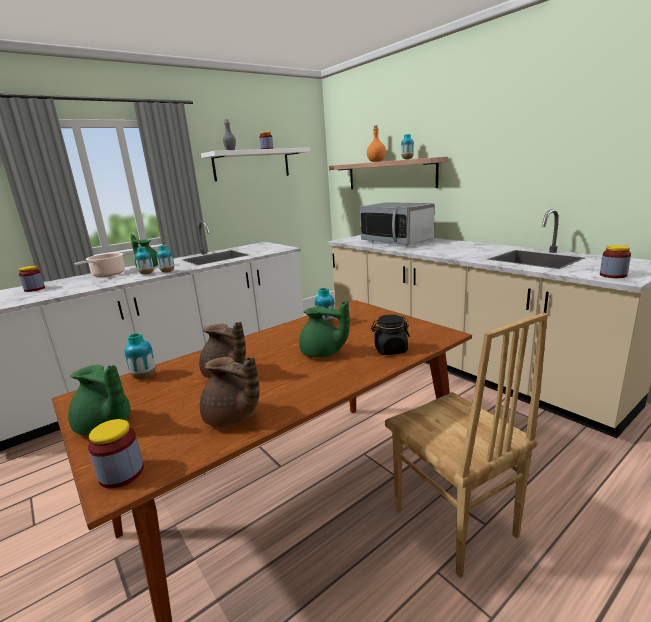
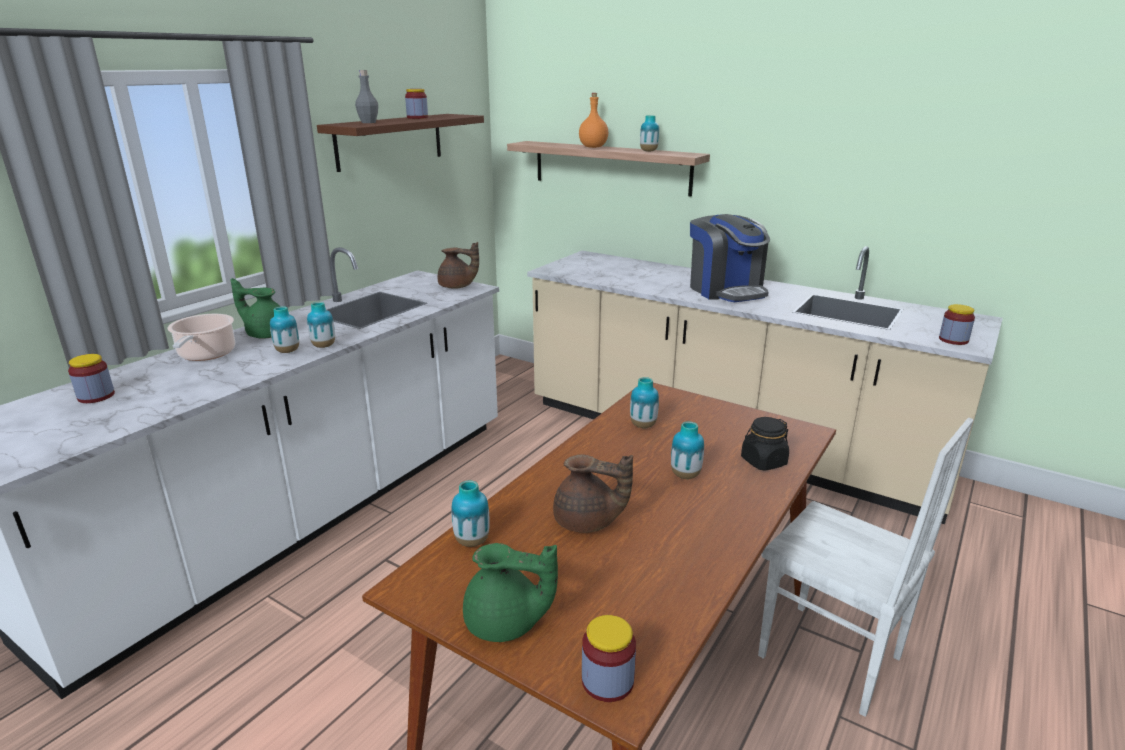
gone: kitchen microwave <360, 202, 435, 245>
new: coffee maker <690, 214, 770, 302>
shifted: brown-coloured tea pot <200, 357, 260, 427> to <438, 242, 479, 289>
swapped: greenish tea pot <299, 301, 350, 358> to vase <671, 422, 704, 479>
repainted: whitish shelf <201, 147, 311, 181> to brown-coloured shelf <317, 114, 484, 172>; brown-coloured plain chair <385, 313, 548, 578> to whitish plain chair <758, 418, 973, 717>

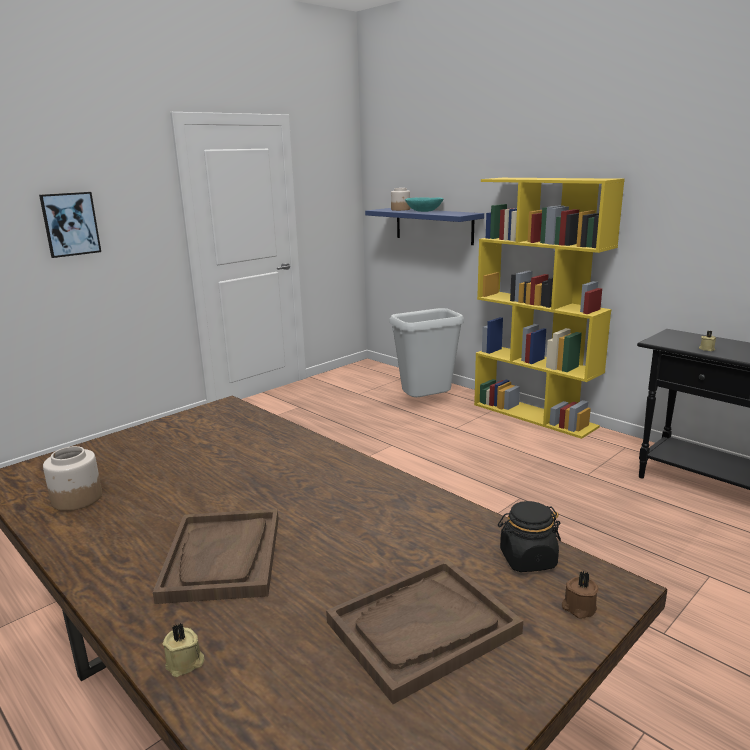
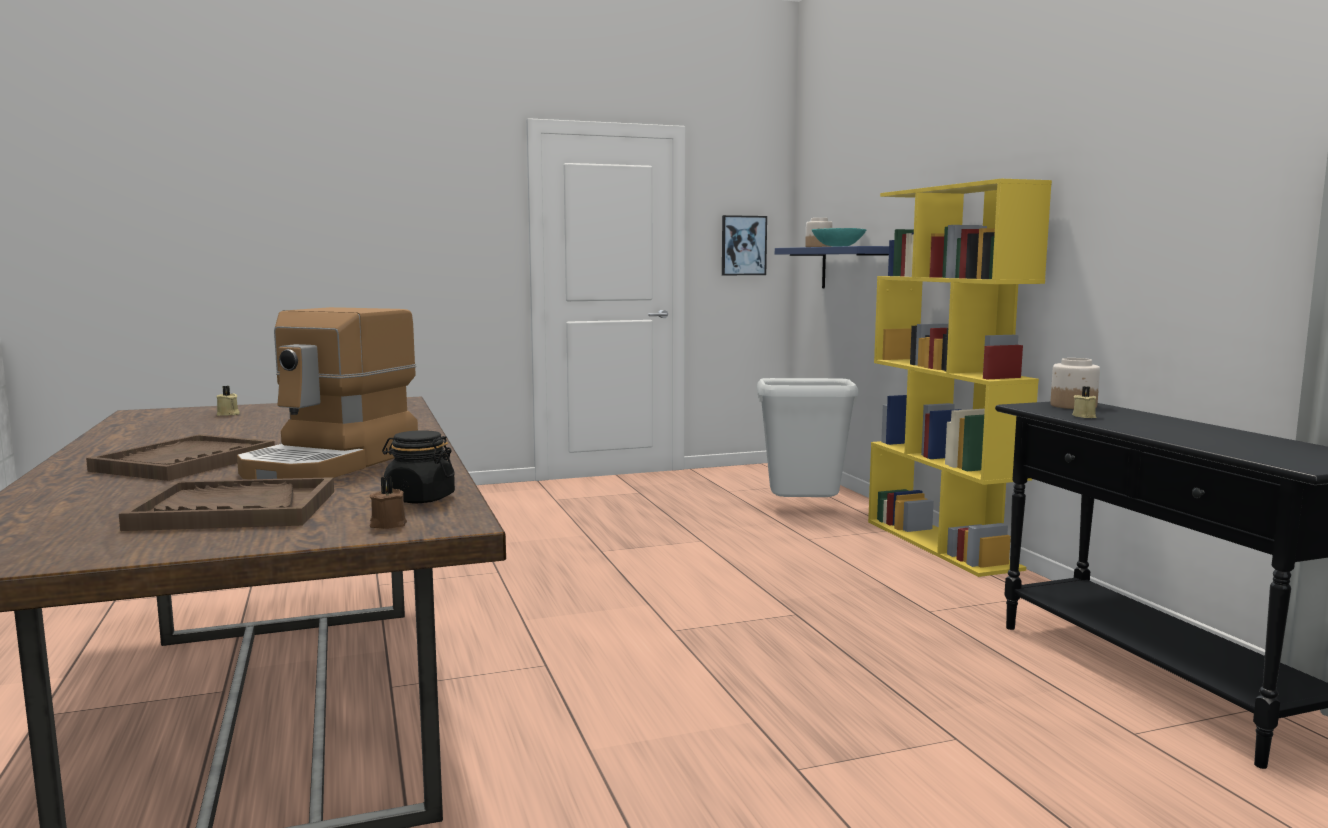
new: coffee maker <237, 307, 418, 479>
shifted: beige-coloured candle <163, 623, 205, 677> to <217, 386, 240, 416>; wall picture <39, 192, 101, 258> to <722, 215, 767, 275>; storage jar <43, 446, 102, 511> to <1050, 358, 1100, 409>

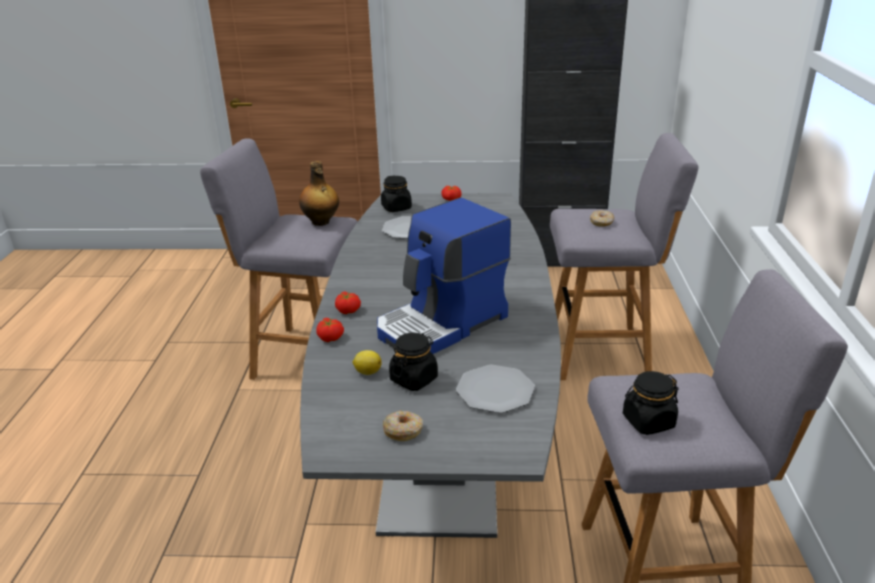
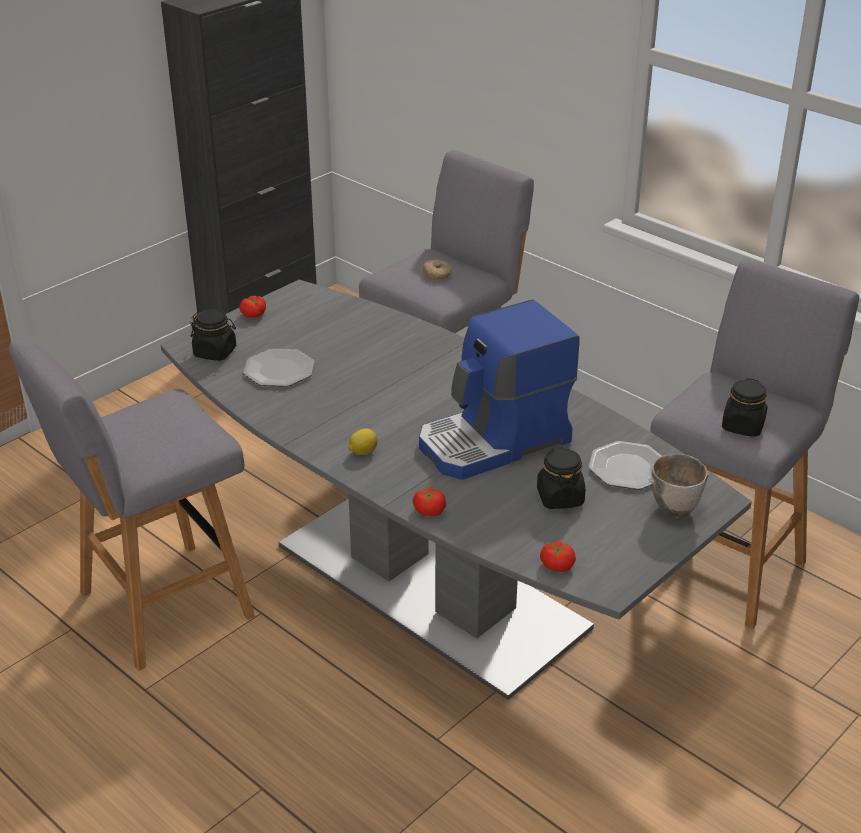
gone: bottle <299, 161, 339, 226>; doughnut <383, 411, 423, 441>
new: bowl <648, 454, 710, 518>
shifted: whole lemon <352, 350, 382, 375> to <349, 428, 378, 455>; whole tomato <335, 292, 361, 314> to <540, 541, 576, 572>
rotated: coffee maker <377, 198, 511, 354> = <419, 300, 580, 480> 60 degrees clockwise

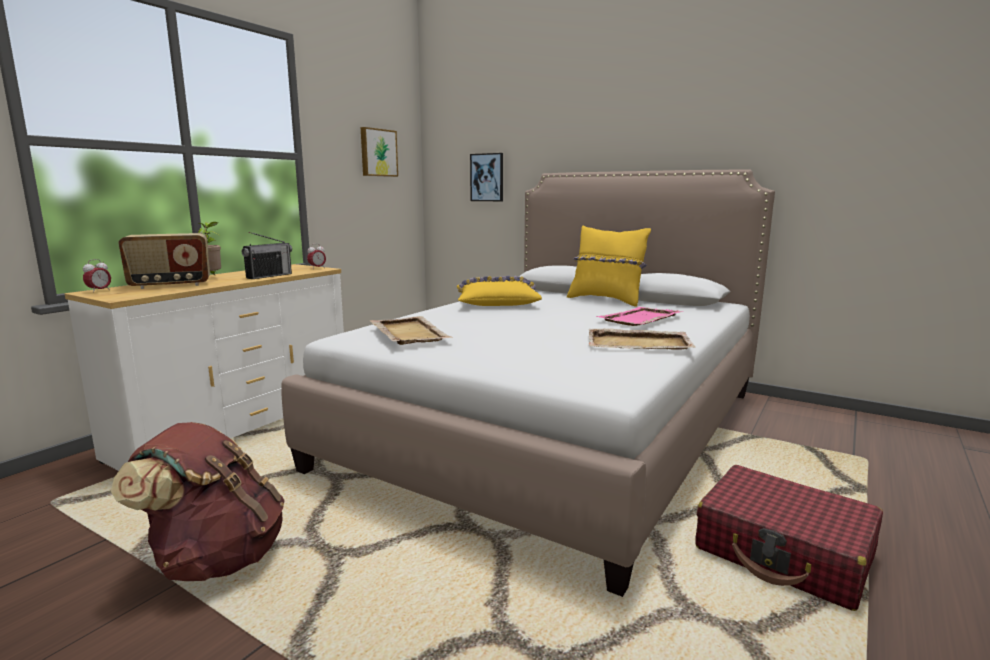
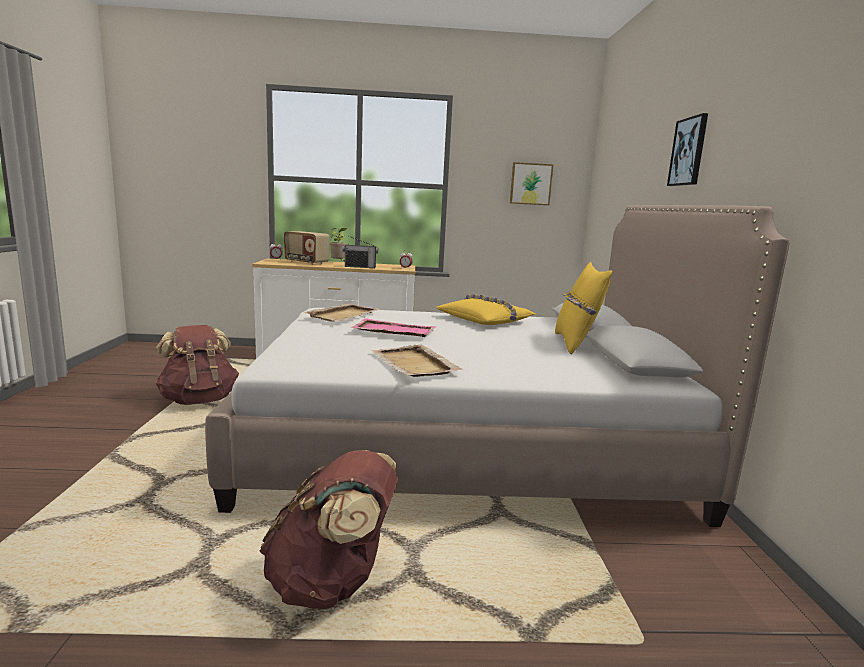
shifted: pink-coloured carrying tray <596, 307, 683, 326> to <351, 318, 437, 337>; wall picture <470, 153, 503, 201> to <667, 113, 708, 186>
swapped: reddish piece of luggage <695, 465, 883, 611> to brown-coloured backpack <259, 450, 398, 609>

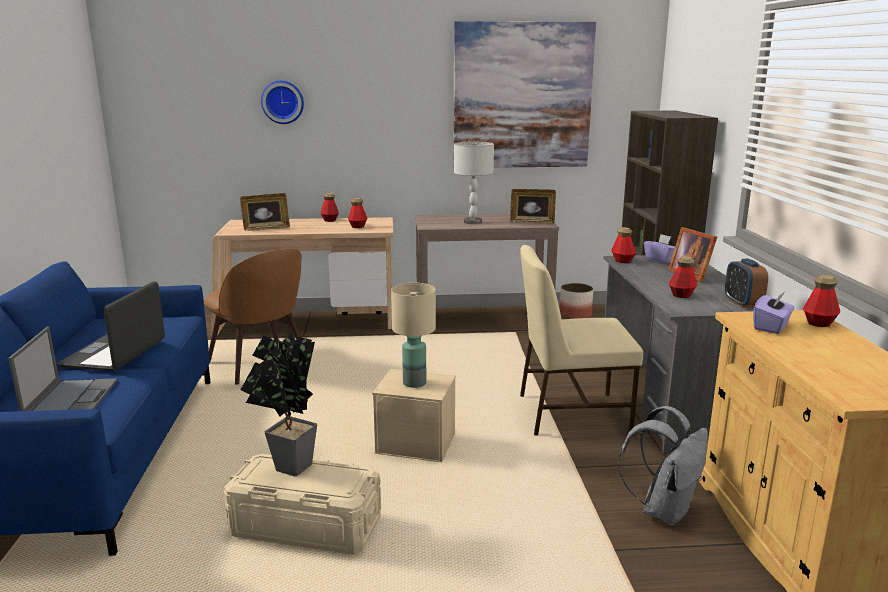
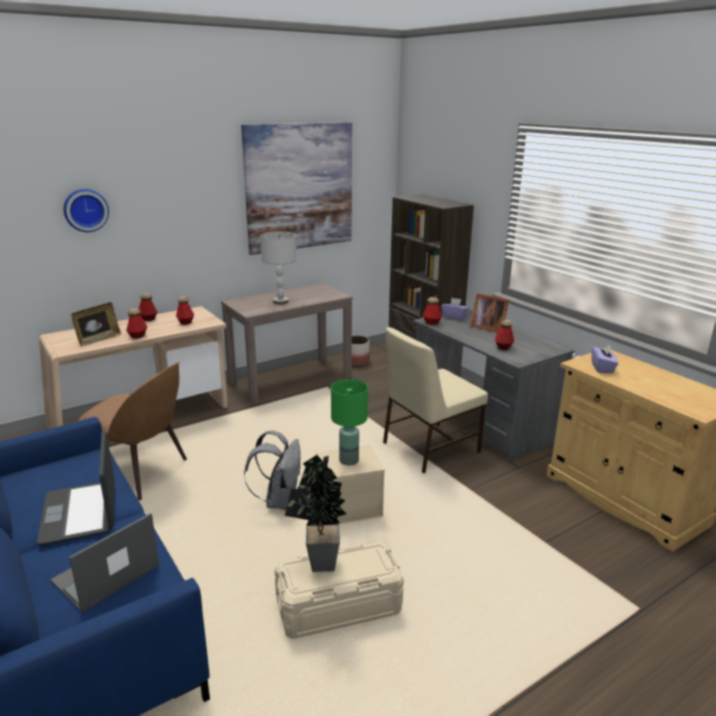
gone: photo frame <510, 189, 556, 224>; alarm clock <725, 259, 768, 308>
shifted: bottle <803, 275, 840, 327> to <126, 308, 147, 339>; grey backpack <618, 406, 708, 525> to <244, 430, 301, 510>
repainted: beige-coloured tabletop lamp <391, 283, 436, 388> to greenish tabletop lamp <331, 379, 368, 465>
rotated: laptop <8, 326, 117, 411> = <50, 513, 159, 613> 105 degrees counterclockwise

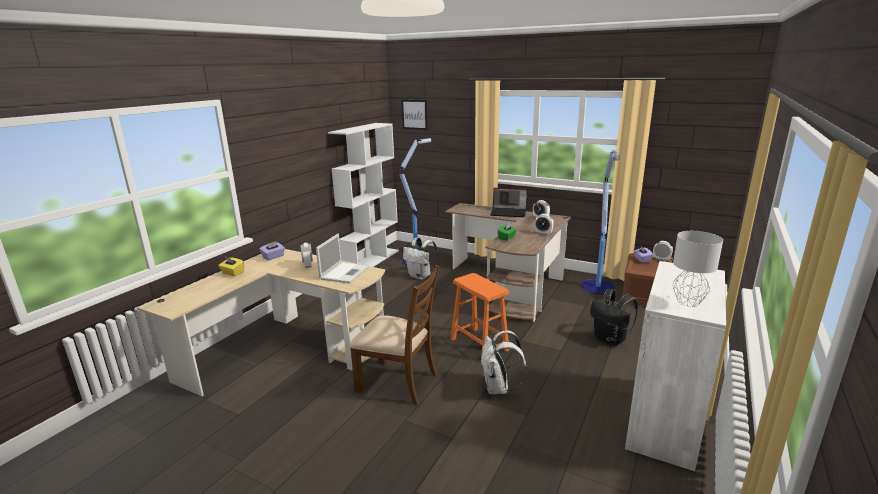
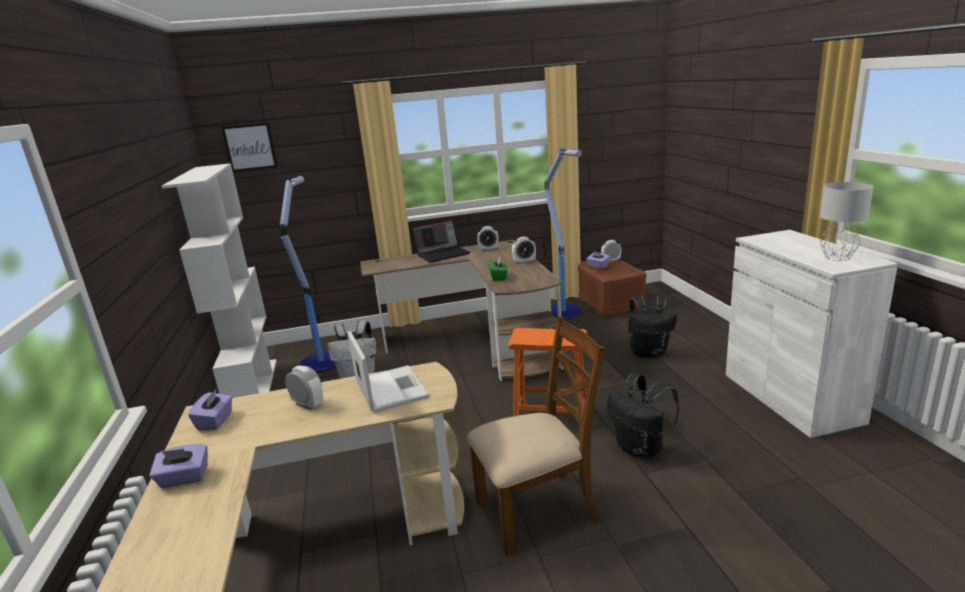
repainted: yellow tissue holder <218, 257, 244, 276> to purplish tissue holder <149, 444, 208, 488>; whitish backpack <481, 330, 527, 394> to black backpack <607, 373, 679, 460>

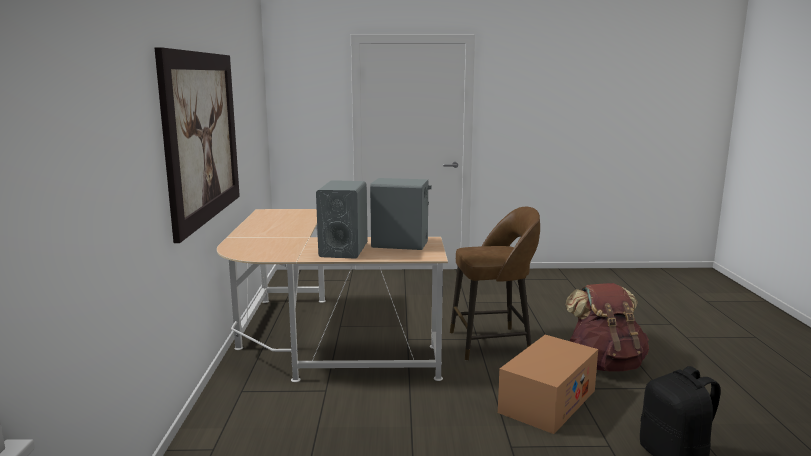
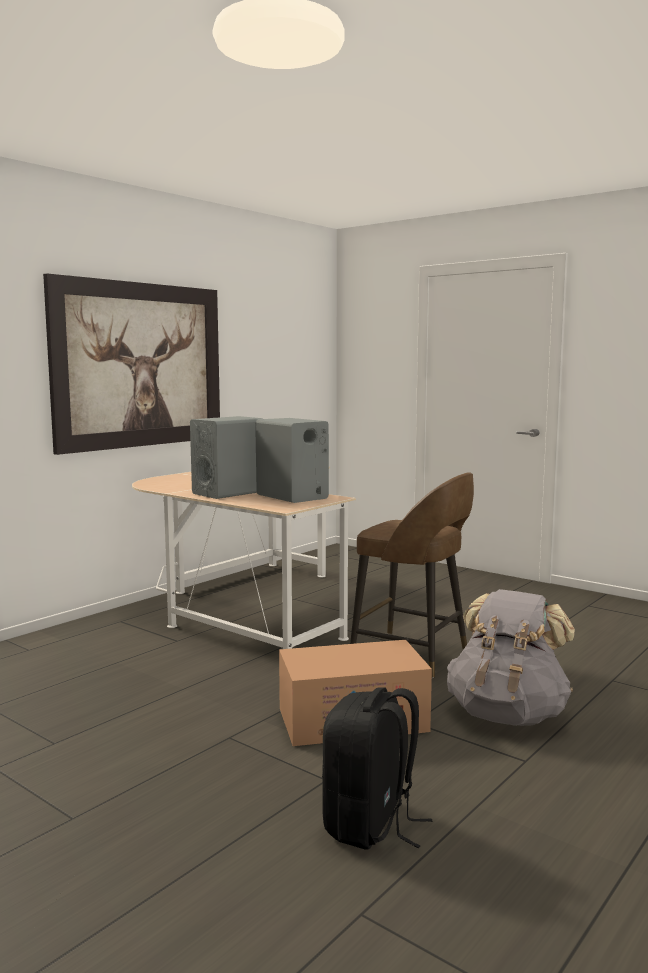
repainted: brown-coloured backpack <565, 283, 649, 372> to grey backpack <447, 589, 575, 726>

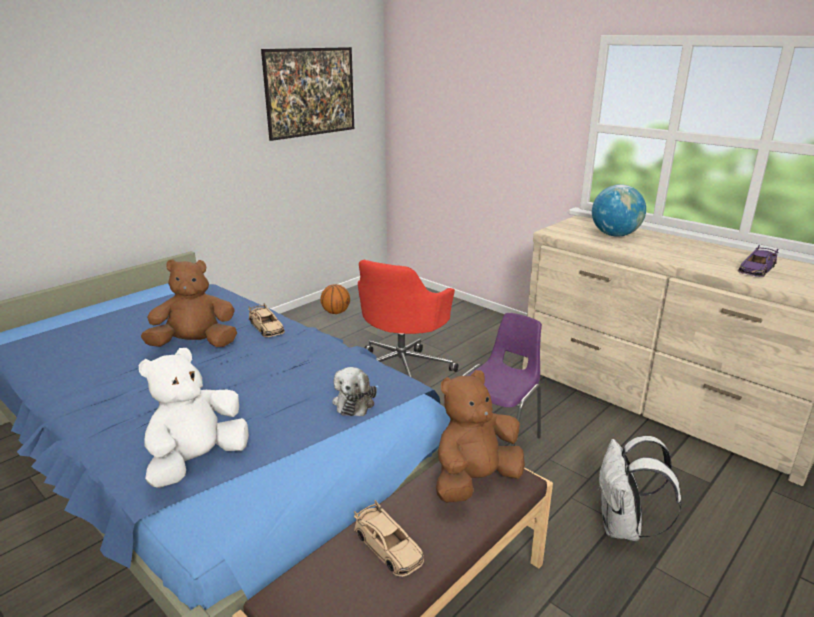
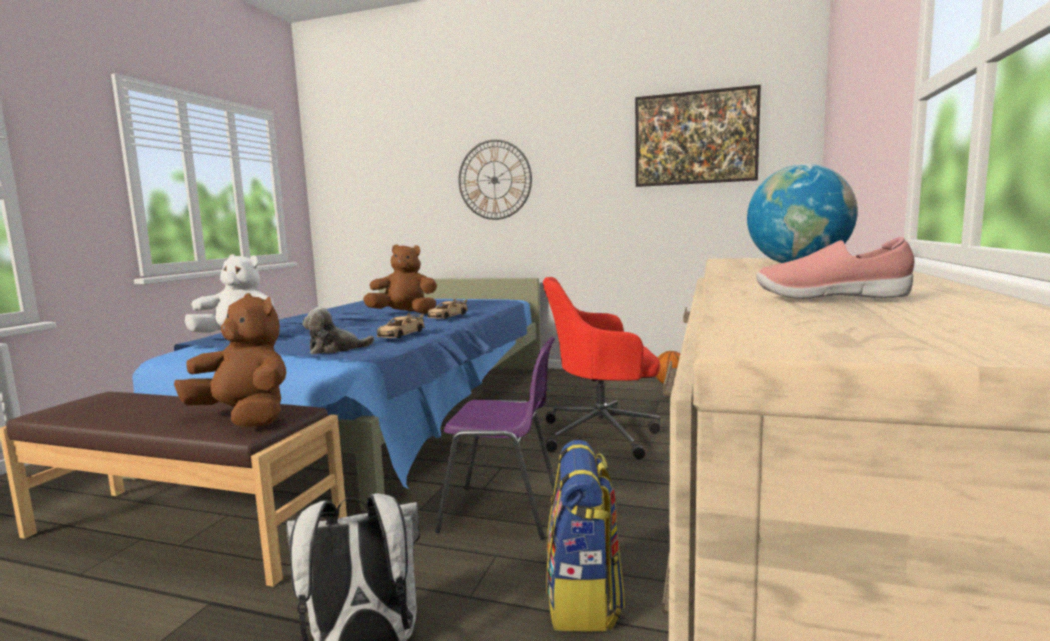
new: hanging clock <458, 139, 532, 220>; backpack <546, 440, 625, 632>
shifted: beige-coloured miniature car <354, 500, 424, 577> to <377, 313, 425, 338>
swapped: purplish miniature car <738, 245, 778, 277> to pink-coloured shoe <756, 237, 915, 299>
rotated: brown-coloured soft toy <141, 259, 237, 347> = <363, 245, 437, 314> 45 degrees counterclockwise

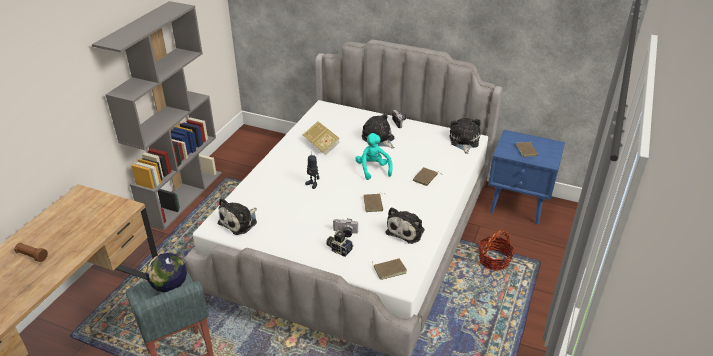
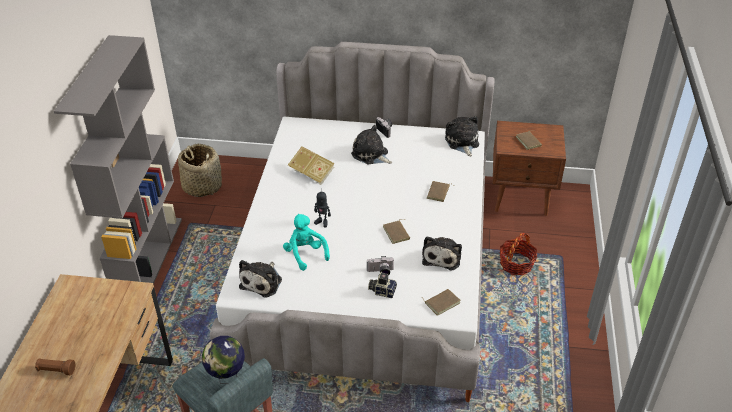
new: household basket <178, 144, 222, 197>
shifted: turquoise soft toy <355, 133, 392, 180> to <283, 214, 330, 271>
repainted: blue bedside table <488, 130, 565, 224> to brown-coloured bedside table <492, 121, 566, 216>

